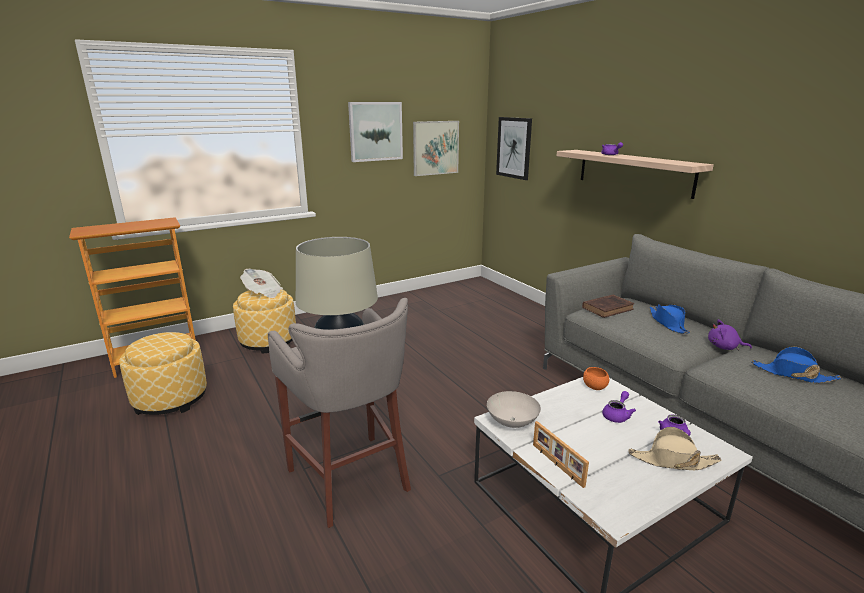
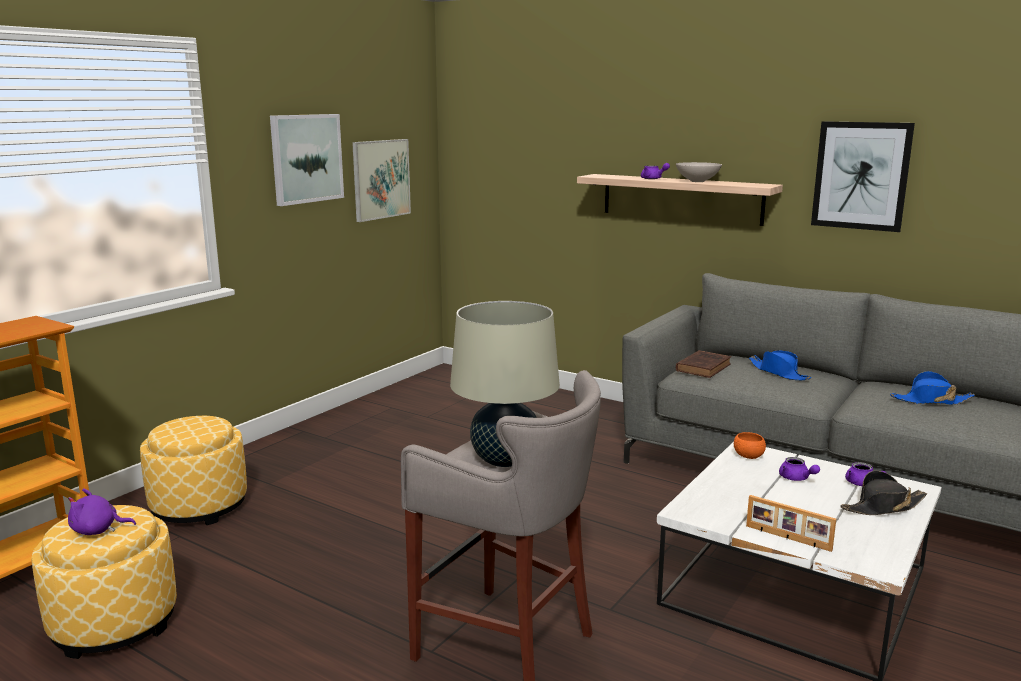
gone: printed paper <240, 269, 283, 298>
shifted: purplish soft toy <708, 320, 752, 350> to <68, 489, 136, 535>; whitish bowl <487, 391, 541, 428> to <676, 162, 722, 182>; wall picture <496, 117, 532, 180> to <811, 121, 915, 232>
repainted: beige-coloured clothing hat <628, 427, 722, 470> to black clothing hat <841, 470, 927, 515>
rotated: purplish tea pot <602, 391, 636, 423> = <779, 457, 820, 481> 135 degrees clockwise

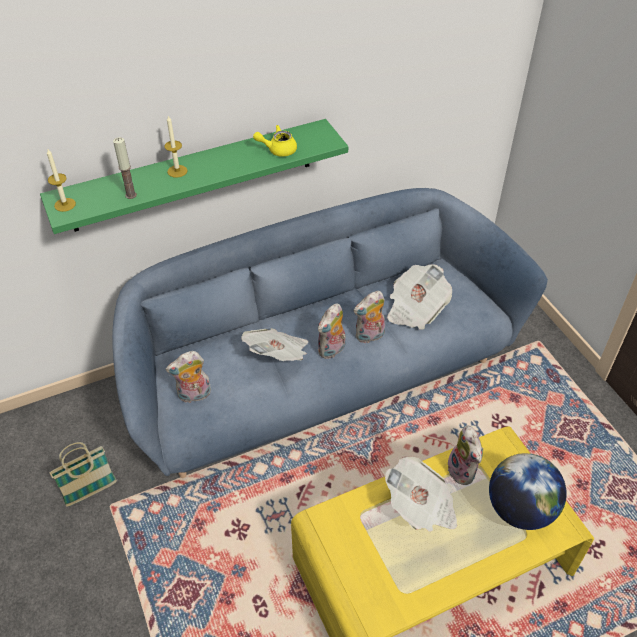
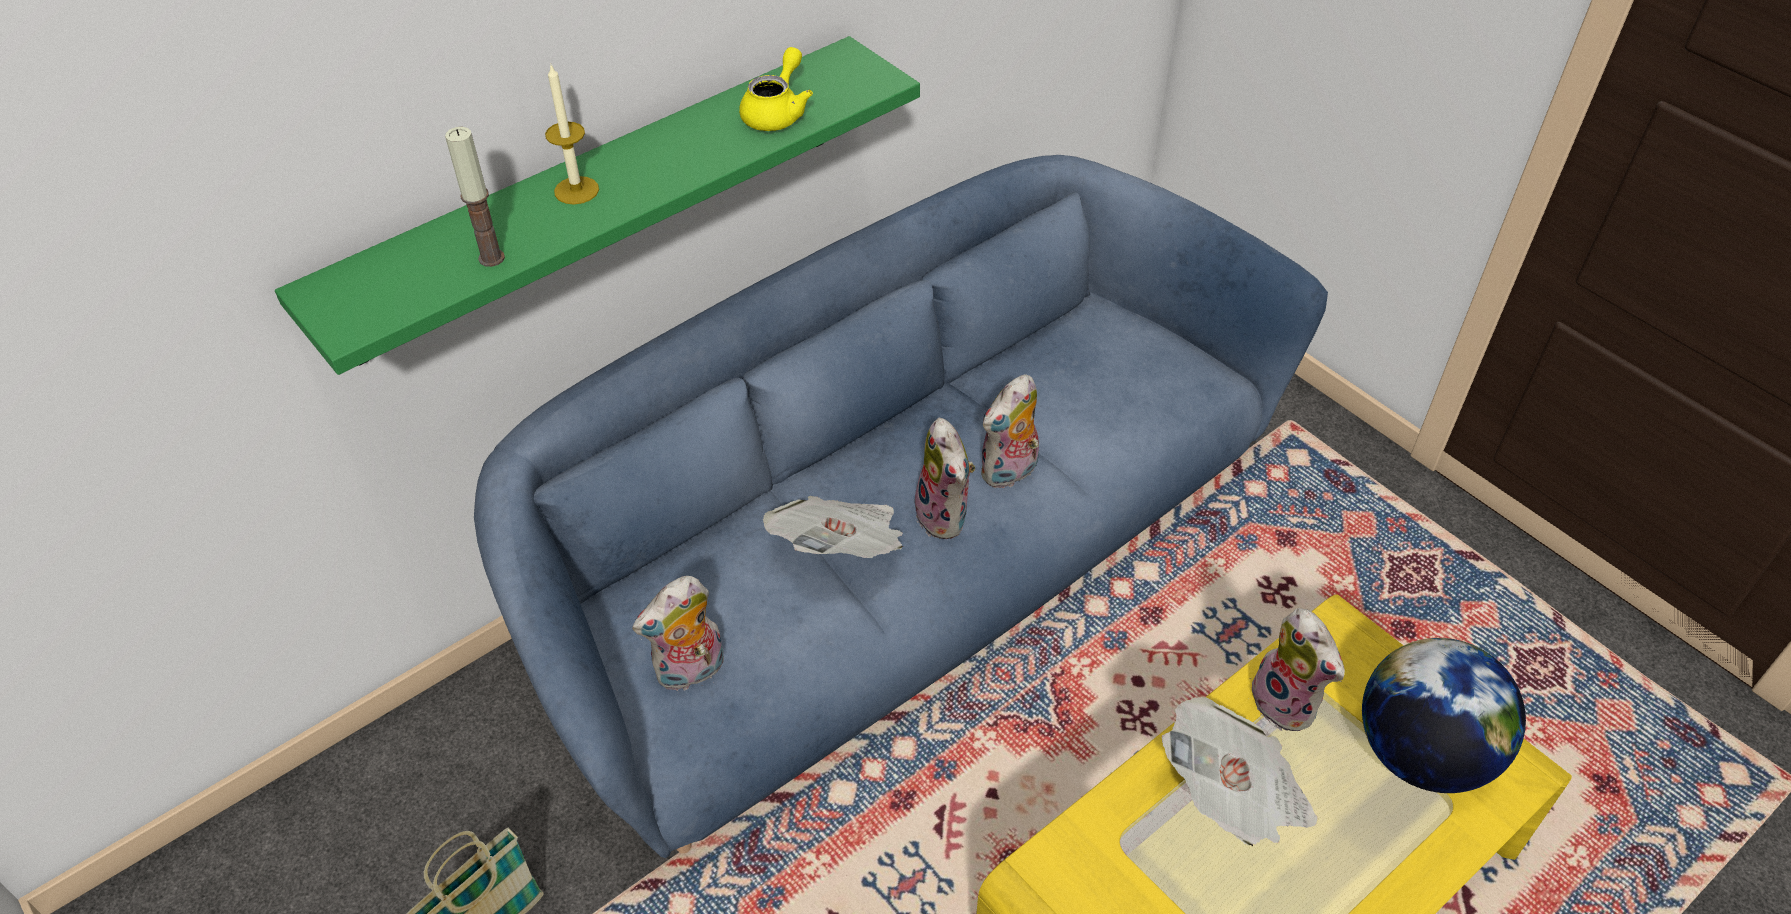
gone: candle <47, 149, 76, 212>; printed paper <387, 264, 452, 330>
rotated: yellow tea pot <253, 125, 297, 157> = <739, 47, 813, 131> 135 degrees clockwise; soft toy <318, 303, 346, 359> = <915, 418, 975, 539> 45 degrees counterclockwise

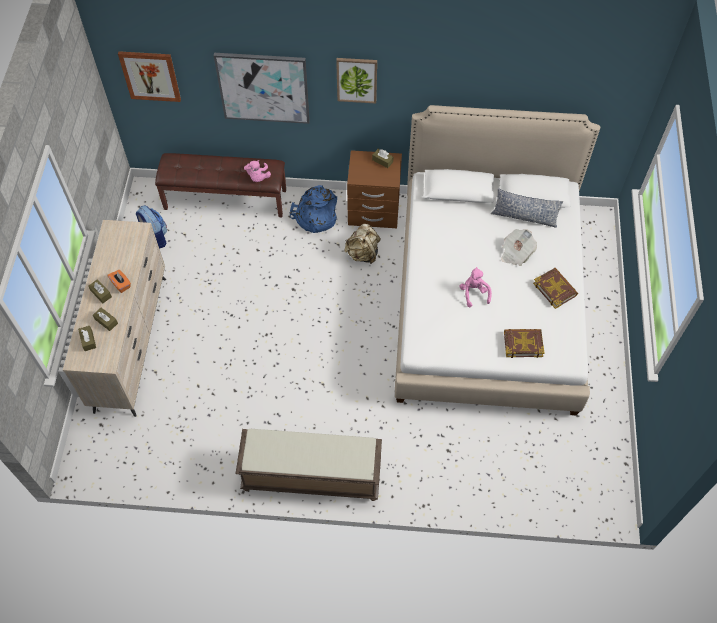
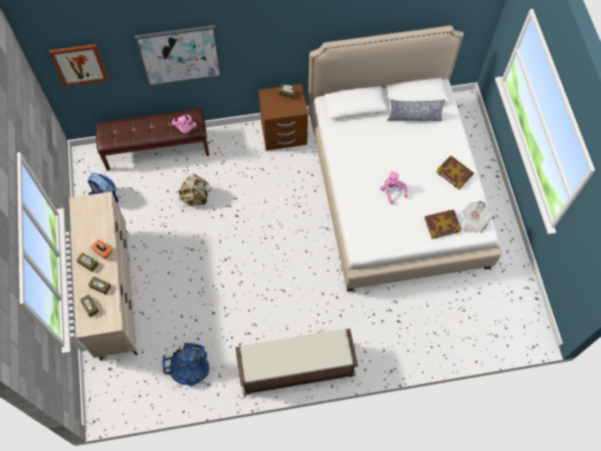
gone: wall picture <336, 58, 377, 104>
shifted: blue backpack <290, 185, 337, 233> to <163, 343, 209, 388>; beige-coloured backpack <344, 224, 381, 264> to <178, 174, 208, 206>; printed paper <501, 229, 537, 266> to <462, 200, 492, 233>

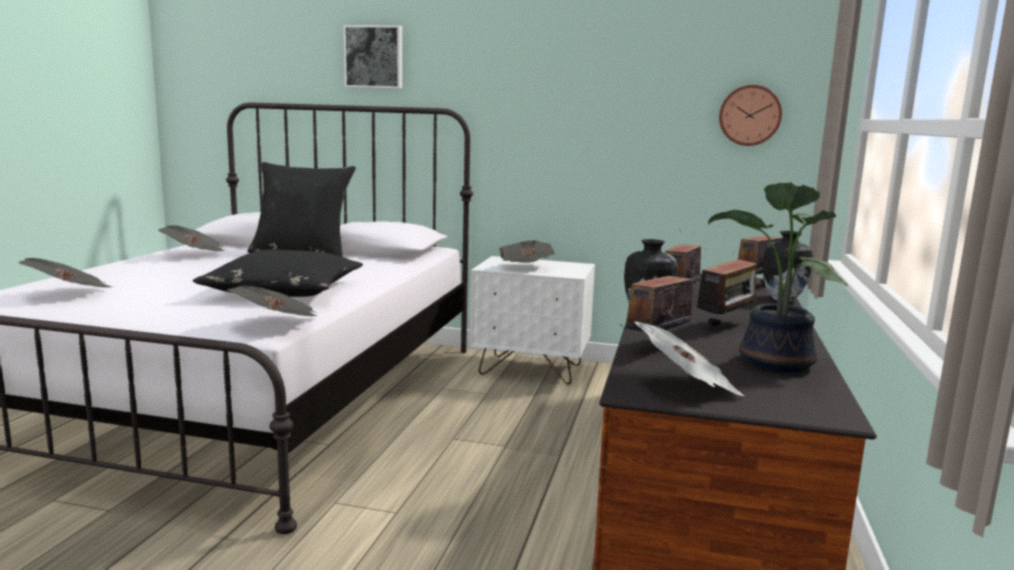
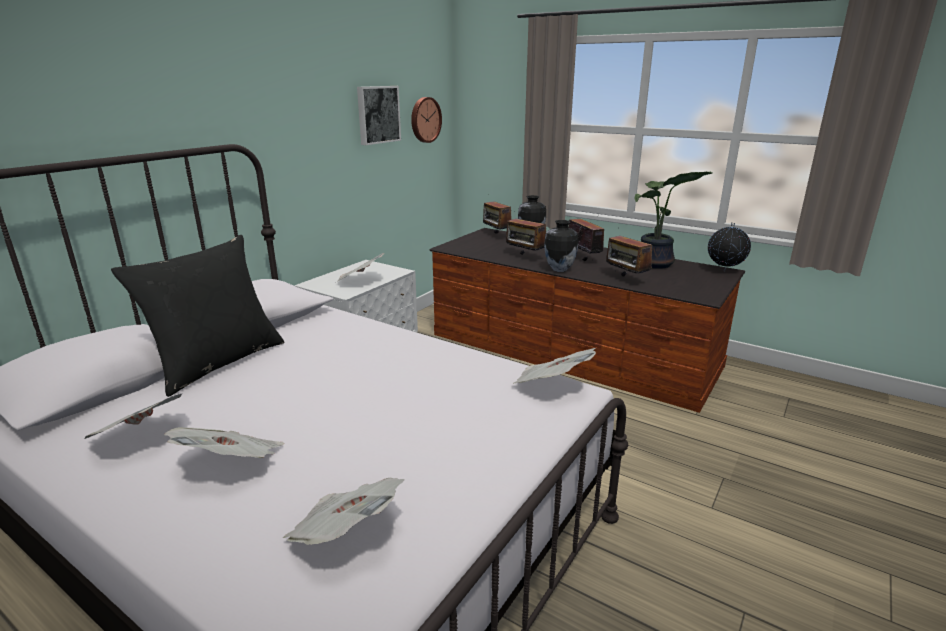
gone: black cushion <193, 250, 363, 297>
new: world globe <708, 222, 751, 271>
shifted: printed paper <634, 321, 745, 396> to <165, 427, 284, 458>; wall picture <343, 25, 402, 89> to <357, 86, 401, 145>

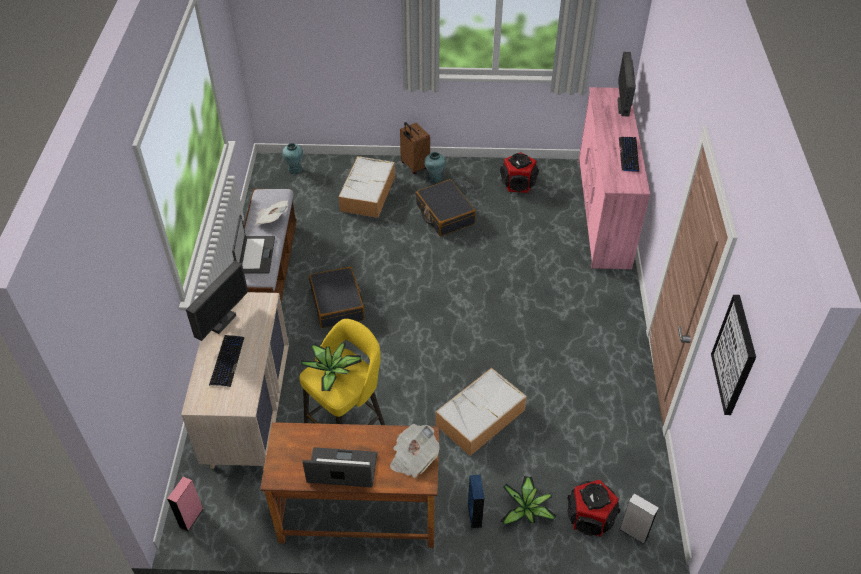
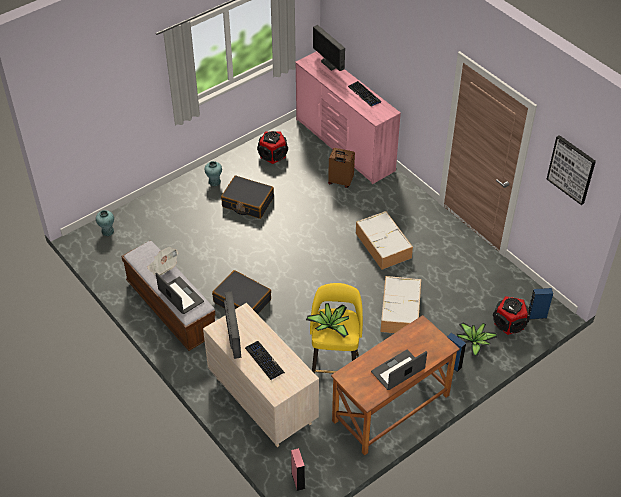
gone: printed paper <390, 424, 440, 478>
shifted: brown-coloured piece of luggage <400, 122, 430, 174> to <328, 148, 355, 188>; storage bin <339, 156, 395, 218> to <356, 211, 413, 270>
repainted: whitish loudspeaker <619, 493, 659, 544> to blue loudspeaker <529, 288, 553, 319>

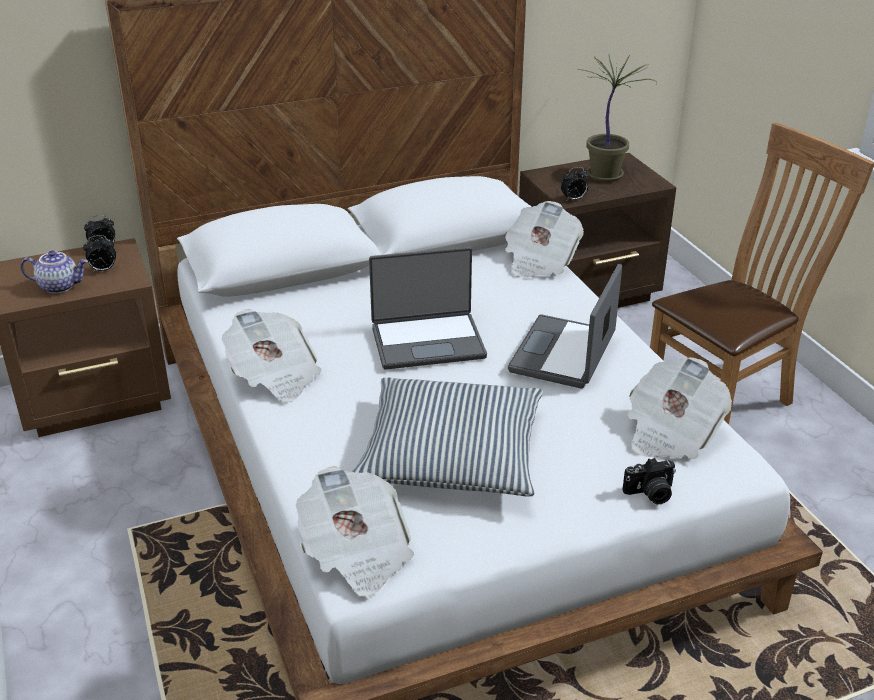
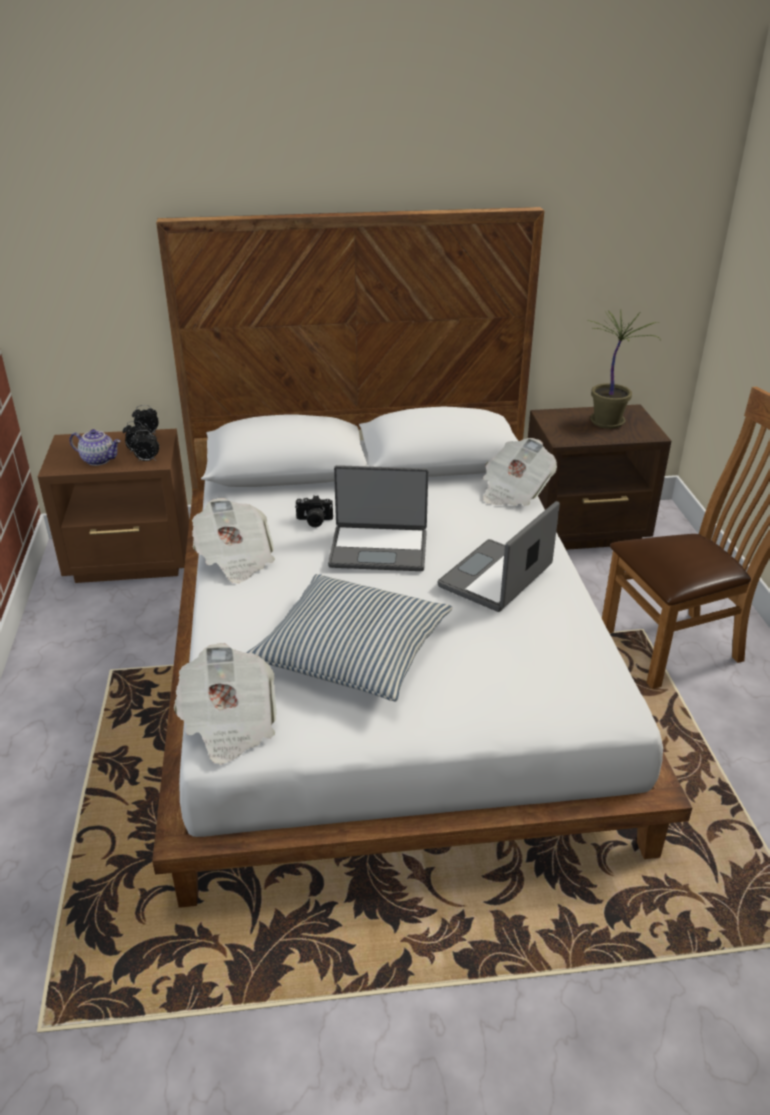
gone: printed paper <627, 357, 732, 459>
shifted: alarm clock <561, 167, 589, 200> to <131, 430, 159, 461>; still camera <622, 458, 676, 504> to <295, 495, 333, 527>

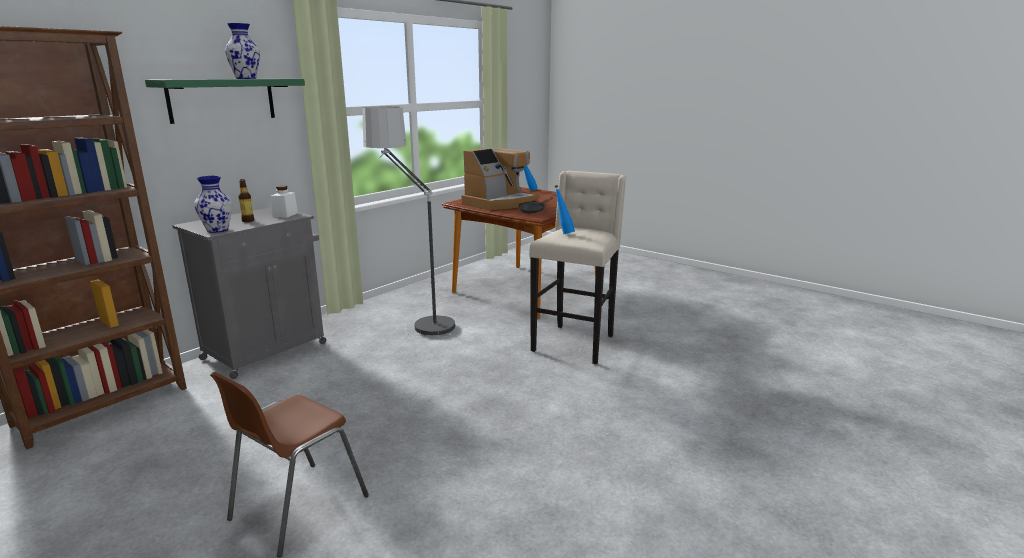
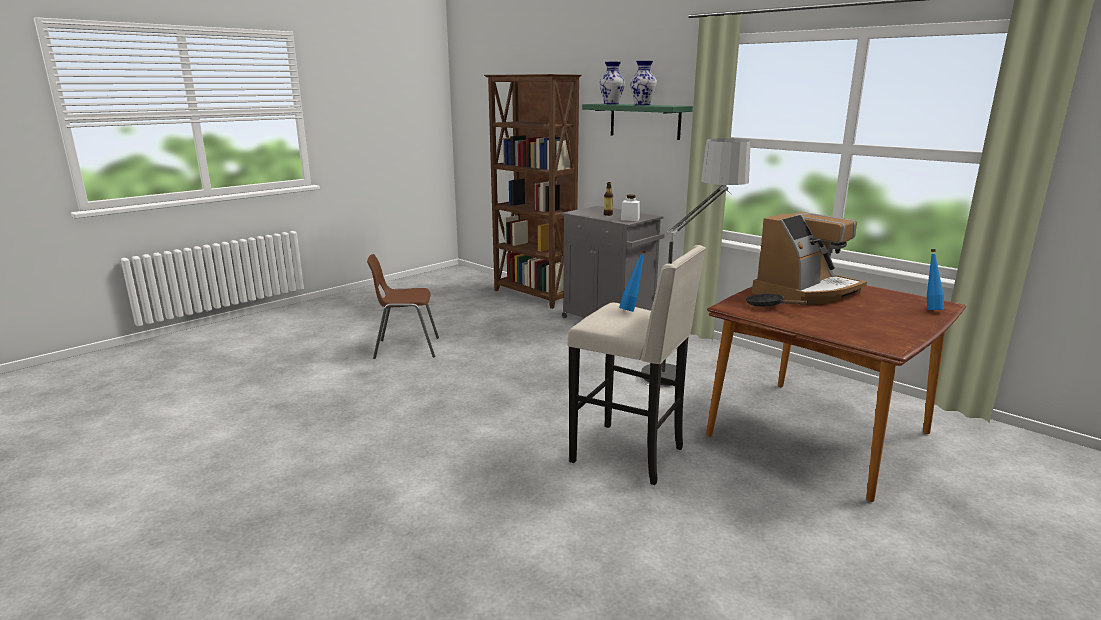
shifted: vase <194, 176, 232, 233> to <600, 62, 625, 104>
rotated: brown-coloured plain chair <210, 372, 369, 557> = <367, 254, 439, 359> 45 degrees counterclockwise; coffee maker <462, 148, 540, 210> = <752, 212, 867, 305> 90 degrees counterclockwise

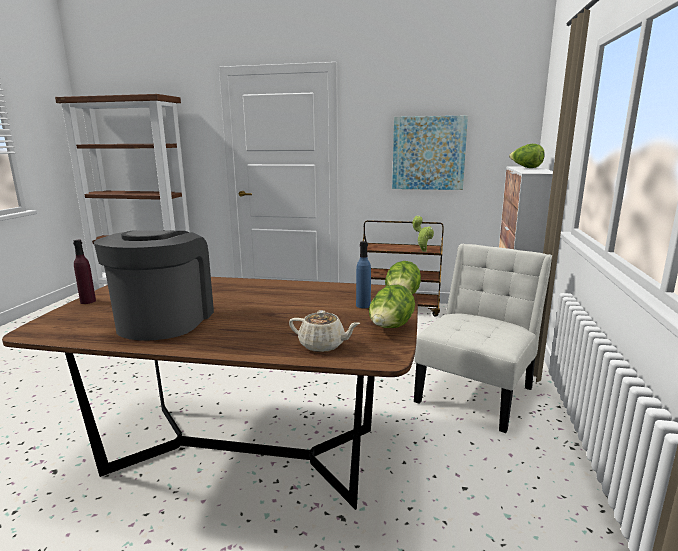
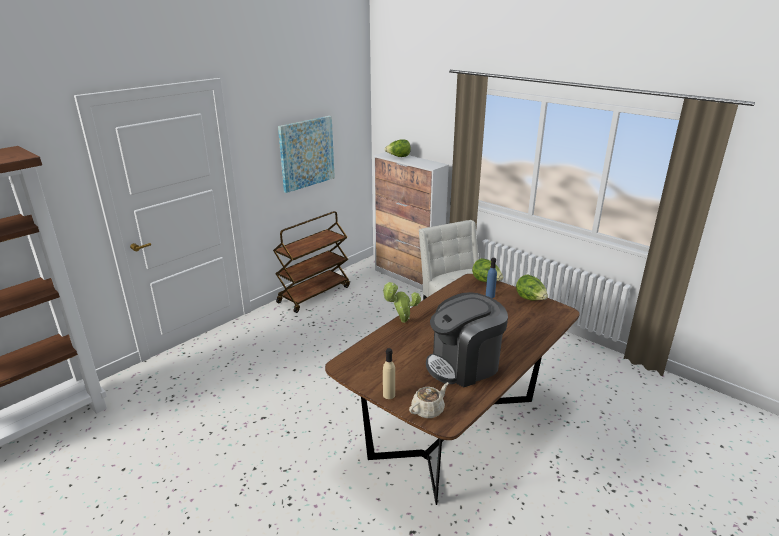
shifted: plant in a pot <413, 216, 434, 252> to <382, 282, 421, 323>; beige-coloured tea pot <289, 310, 360, 352> to <409, 382, 449, 418>
repainted: purplish bottle <73, 240, 96, 304> to beige-coloured bottle <383, 348, 395, 399>
rotated: coffee maker <94, 230, 214, 341> = <426, 292, 508, 387> 60 degrees counterclockwise

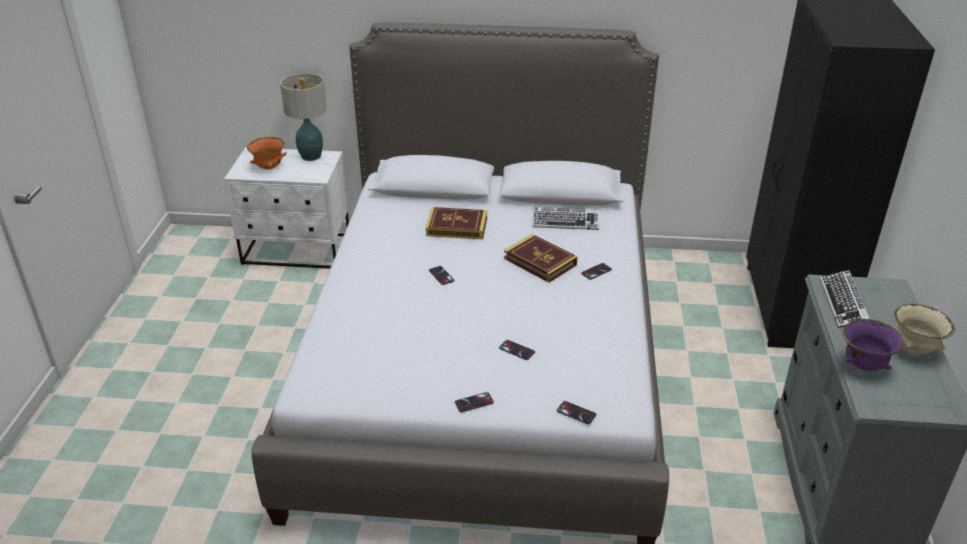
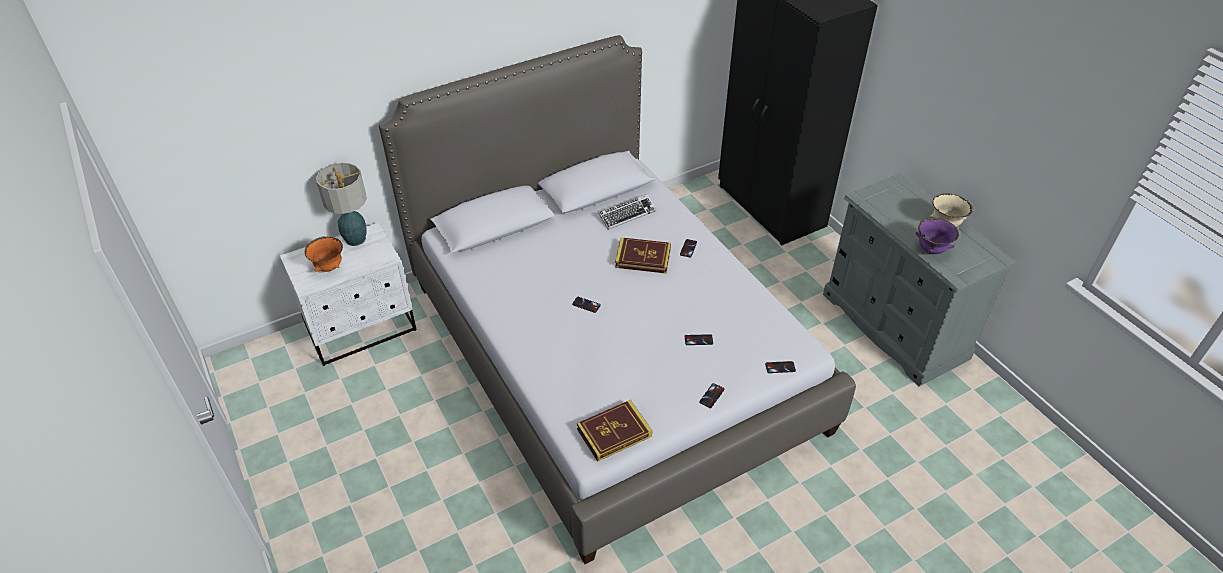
gone: PC keyboard <820, 270, 870, 328>
shifted: book <426, 207, 487, 239> to <577, 400, 652, 462>

